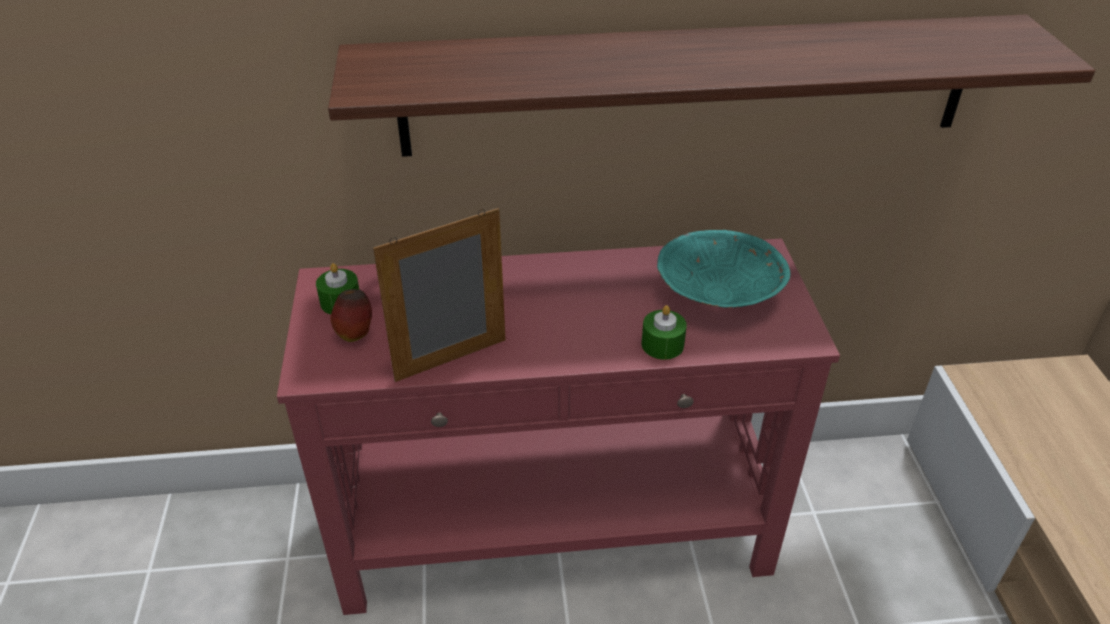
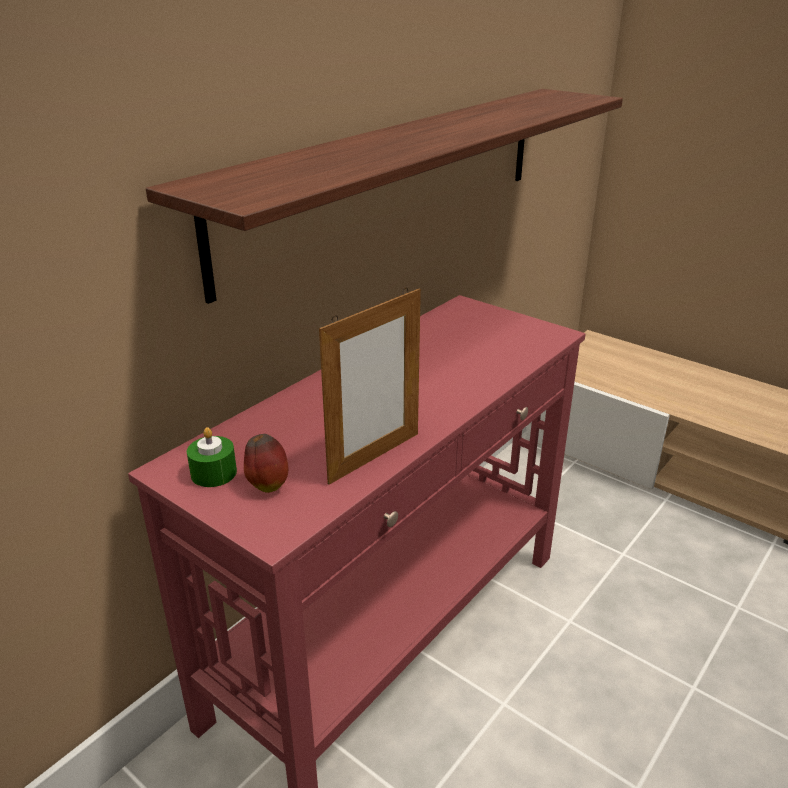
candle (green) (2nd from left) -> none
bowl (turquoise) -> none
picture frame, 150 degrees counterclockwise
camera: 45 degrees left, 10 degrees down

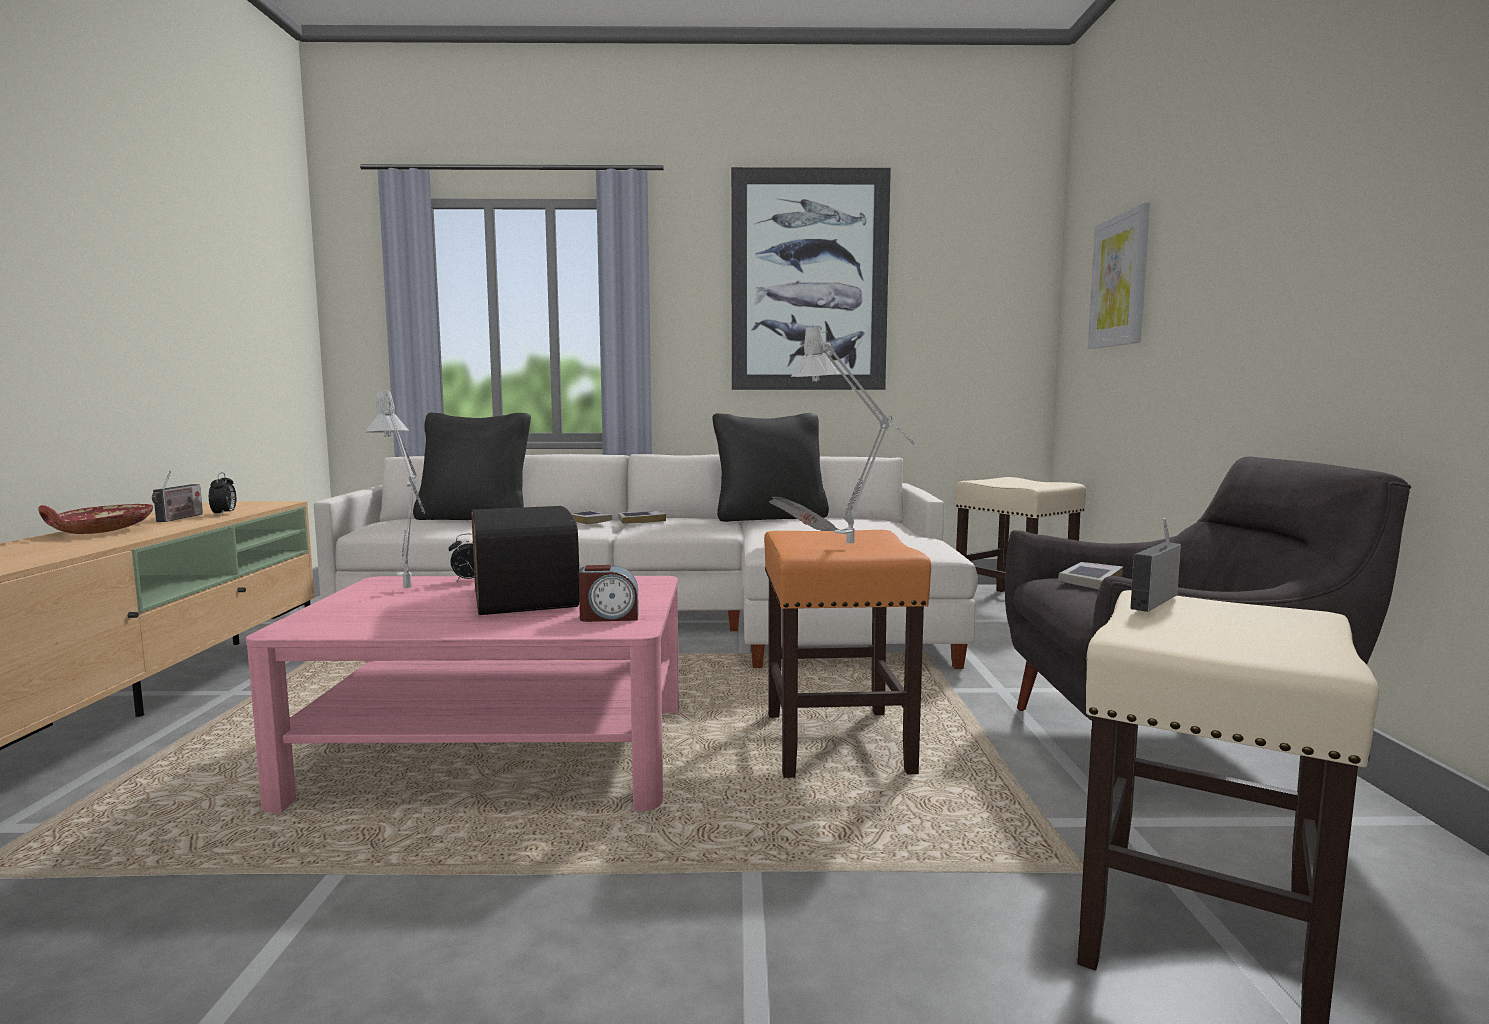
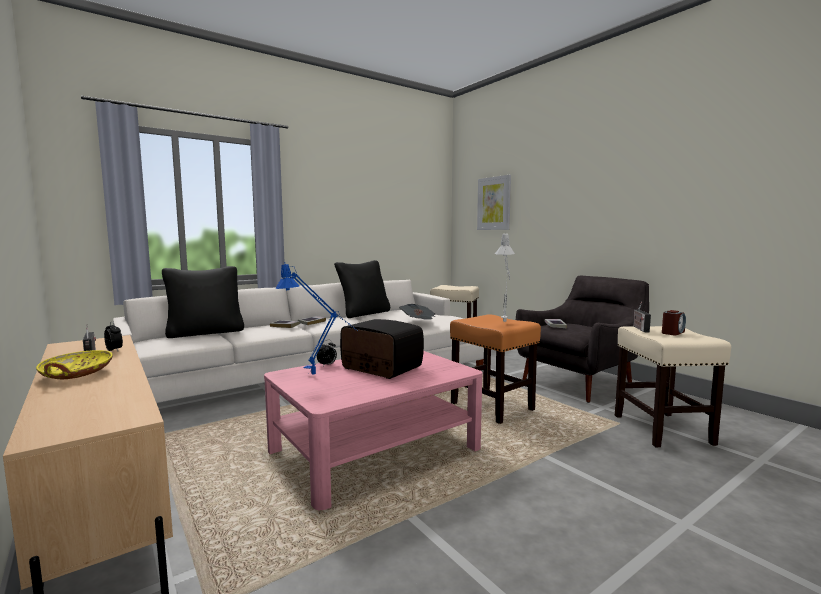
picture (1st from left) -> none
alarm clock (3rd from left), move
bowl (red) -> bowl (yellow)
table lamp (grey) (1st from left) -> table lamp (blue)
camera: 35 degrees left, 0 degrees up

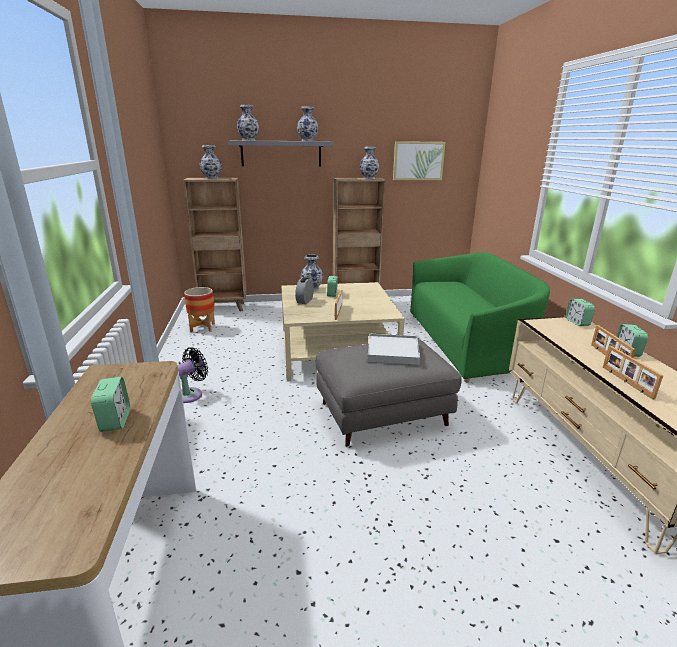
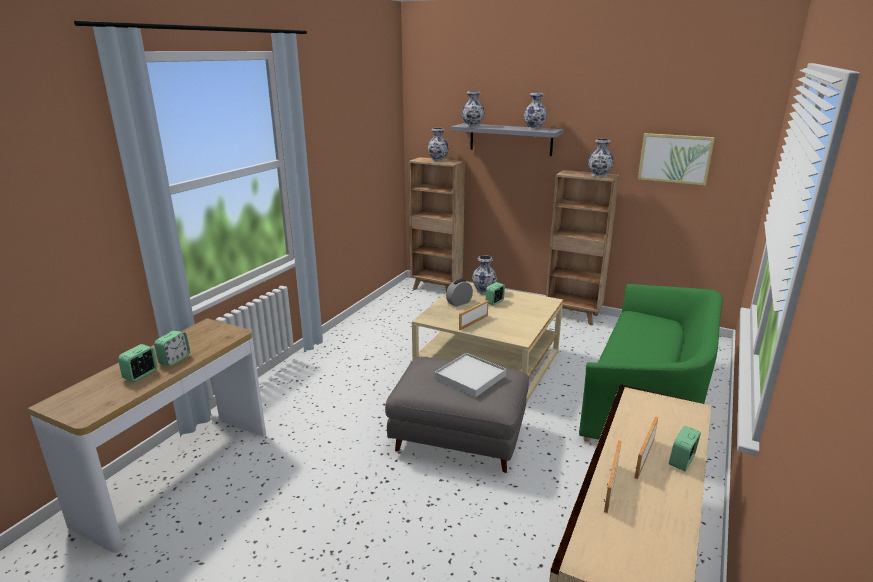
fan (black) -> none
planter -> none
alarm clock (4th from left in the first image) -> alarm clock (1st from left), move
camera: 35 degrees right, 0 degrees up

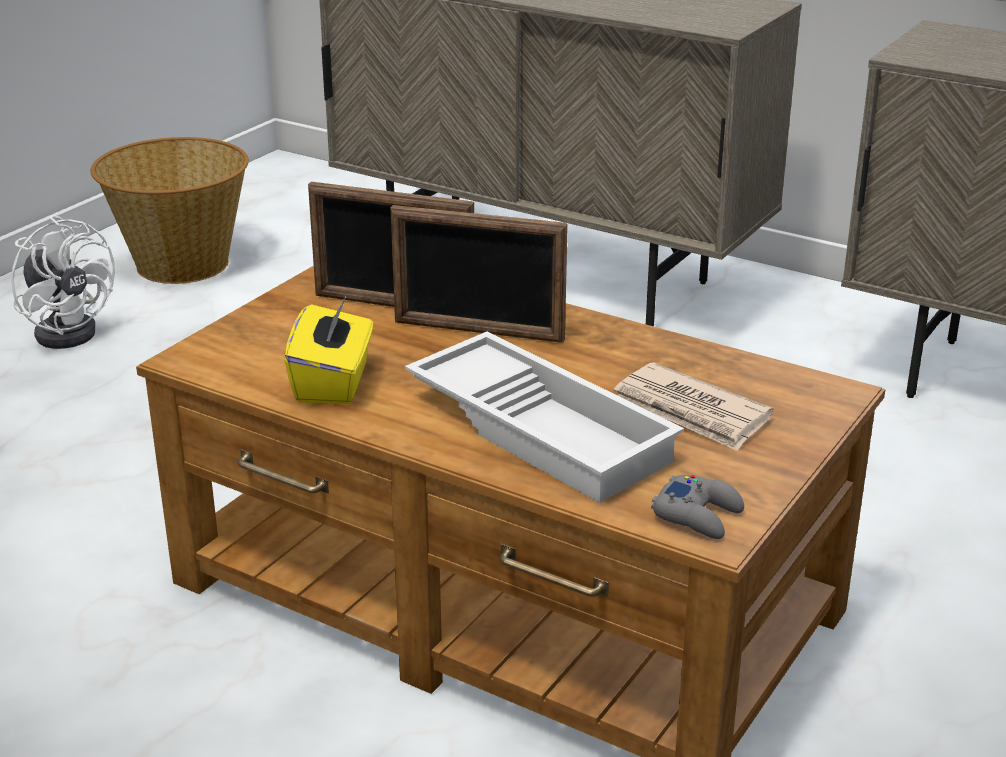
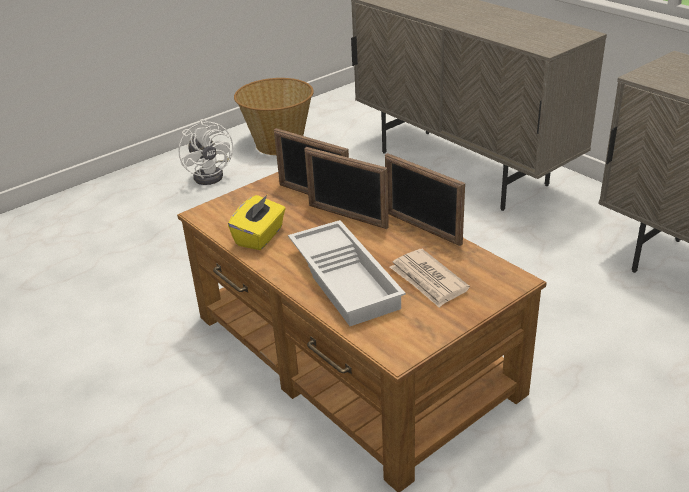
game controller (grey) -> none
none -> picture frame (3rd from left)
camera: 20 degrees right, 5 degrees up

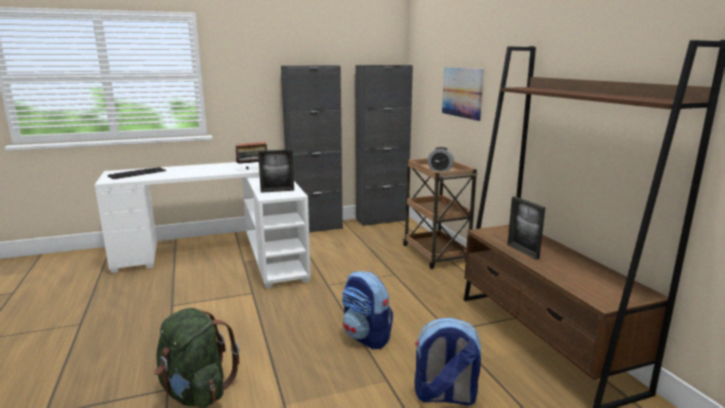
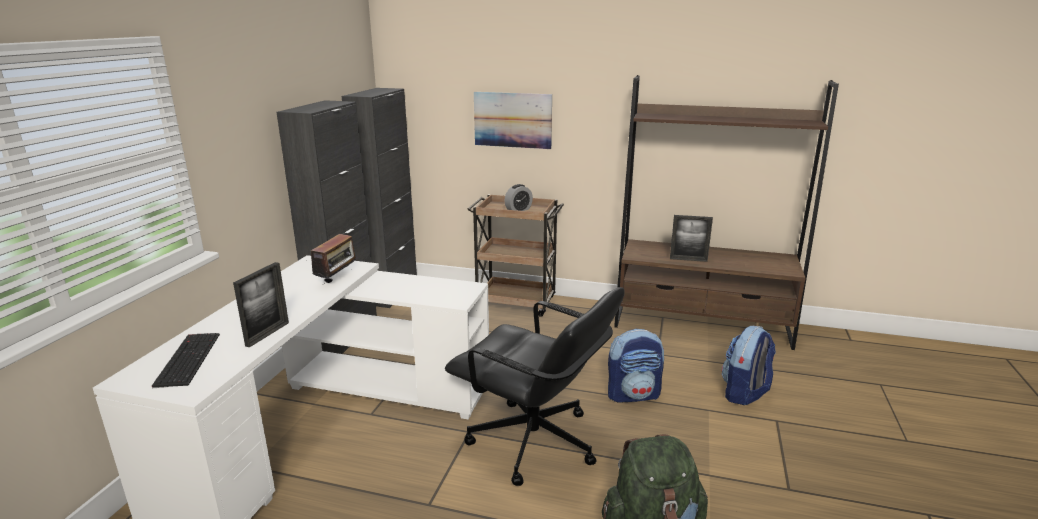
none -> office chair (black)
picture frame (1st from left), move
camera: 55 degrees left, 5 degrees up

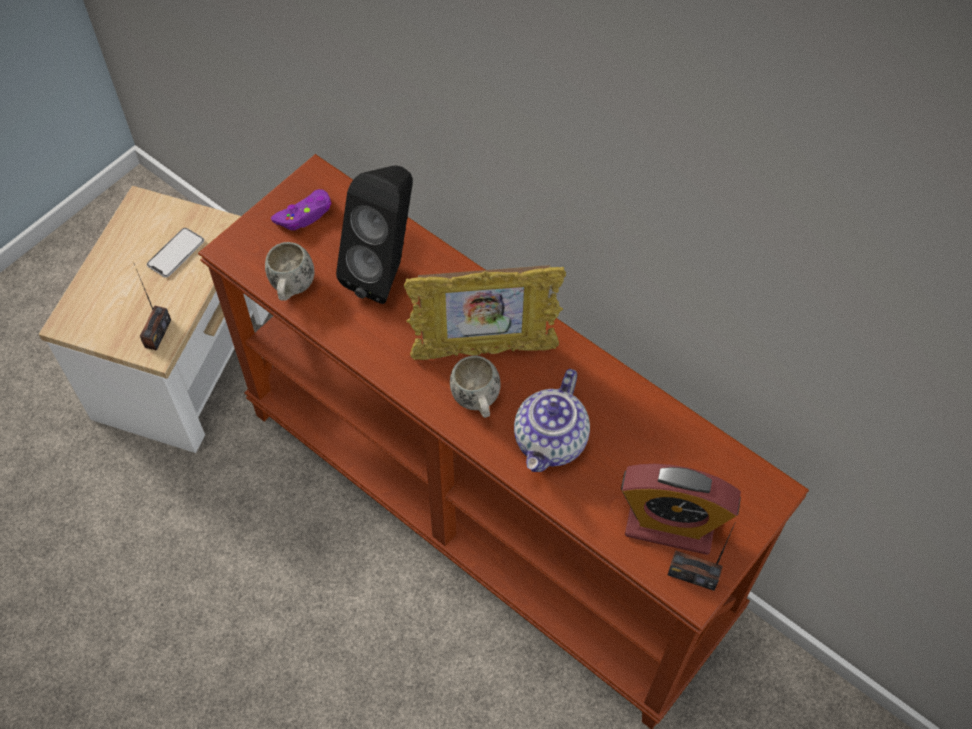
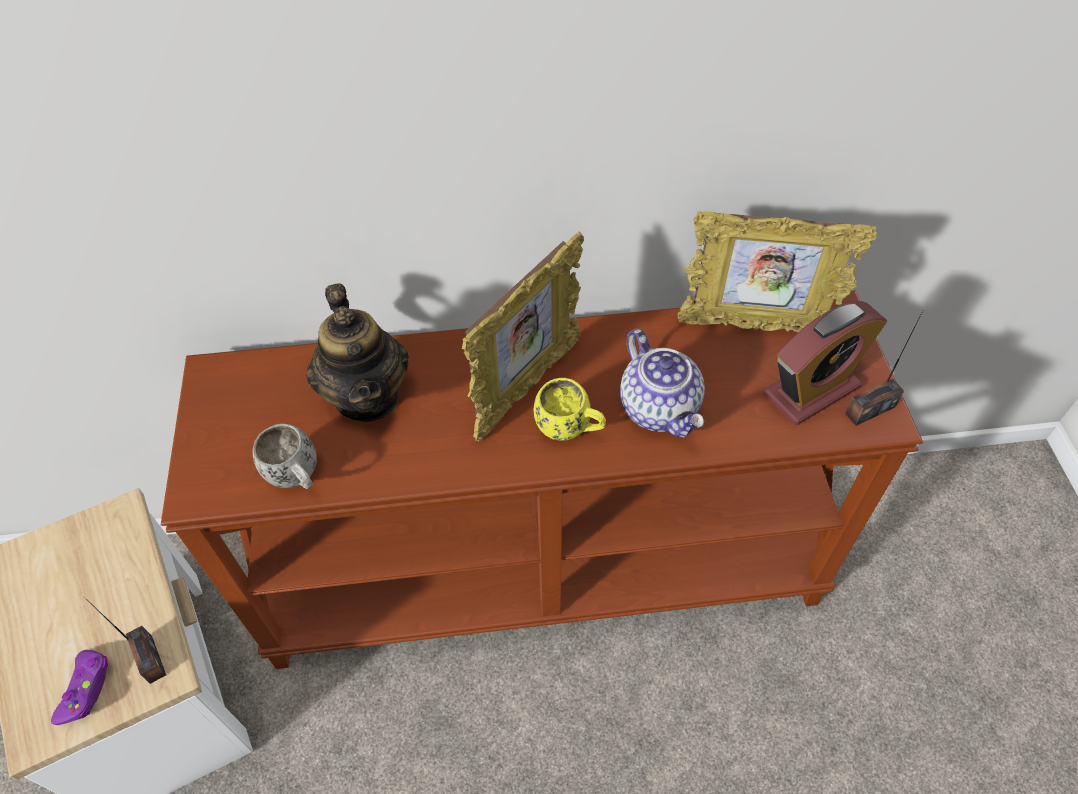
phone -> none
none -> picture frame (2nd from left)
game controller (purple), move
speaker (black) -> teapot (1st from left)
mug (white) (2nd from left) -> mug (yellow)
camera: 45 degrees left, 5 degrees down

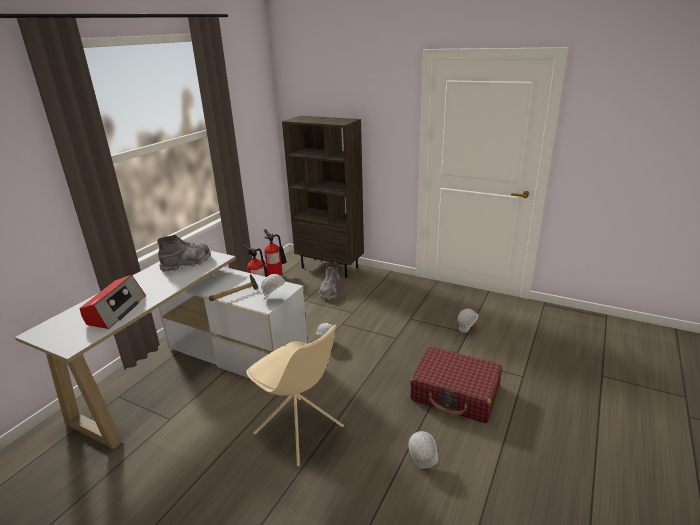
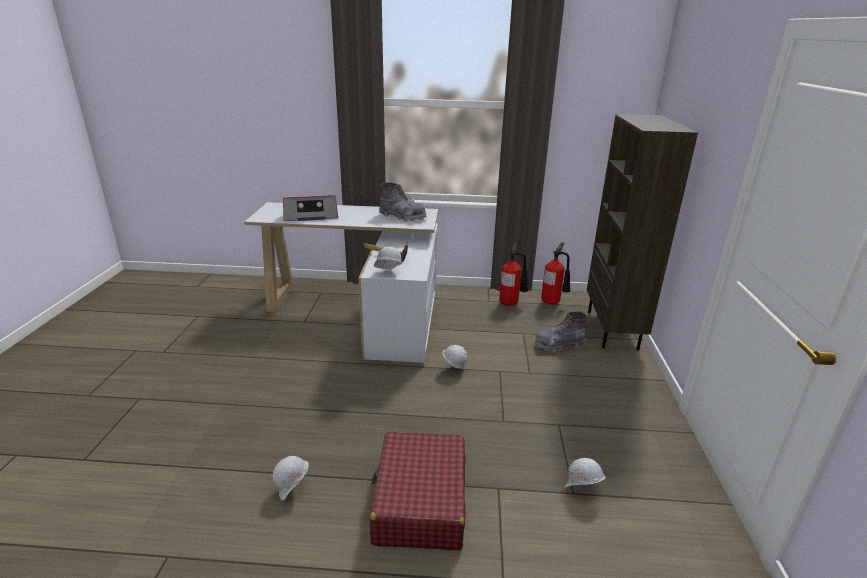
chair (beige) -> none
camera: 65 degrees right, 0 degrees up

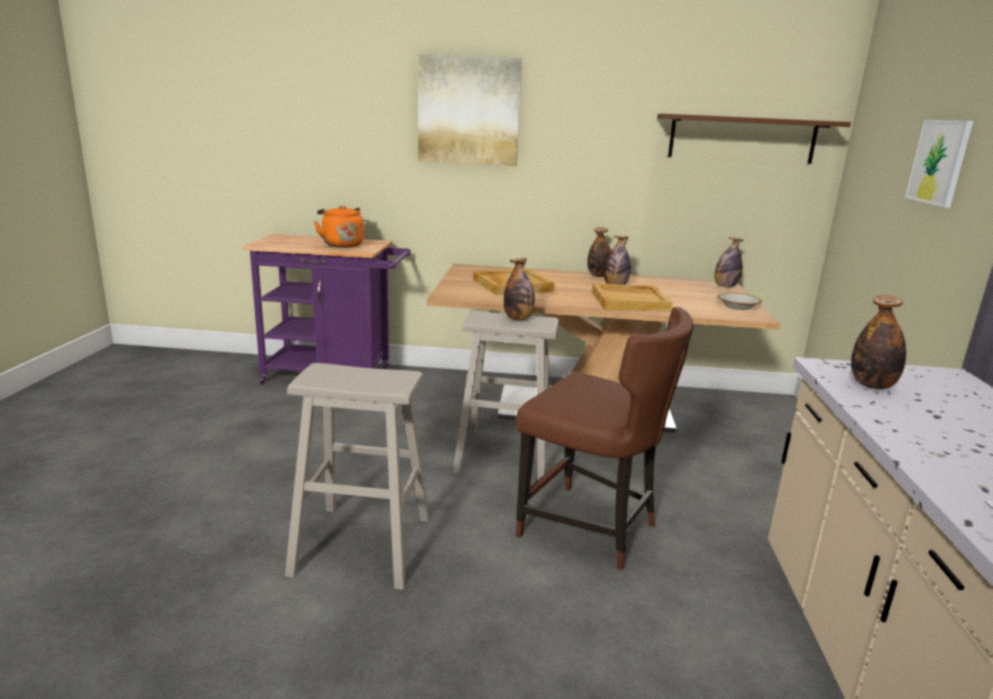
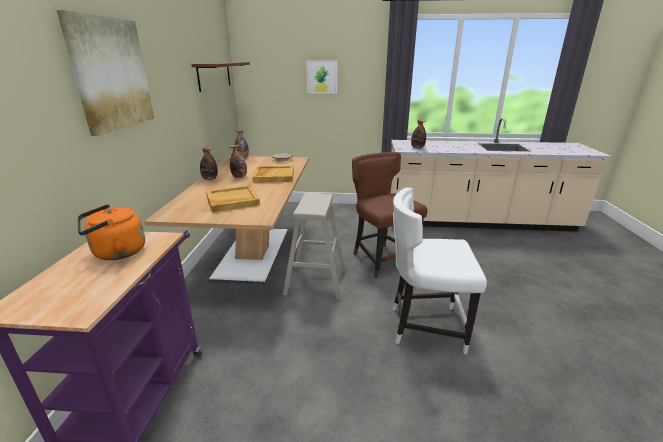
bottle (1st from left) -> none
stool (beige) (1st from left) -> chair (white)
chair (brown), 60 degrees counterclockwise
camera: 90 degrees left, 5 degrees up

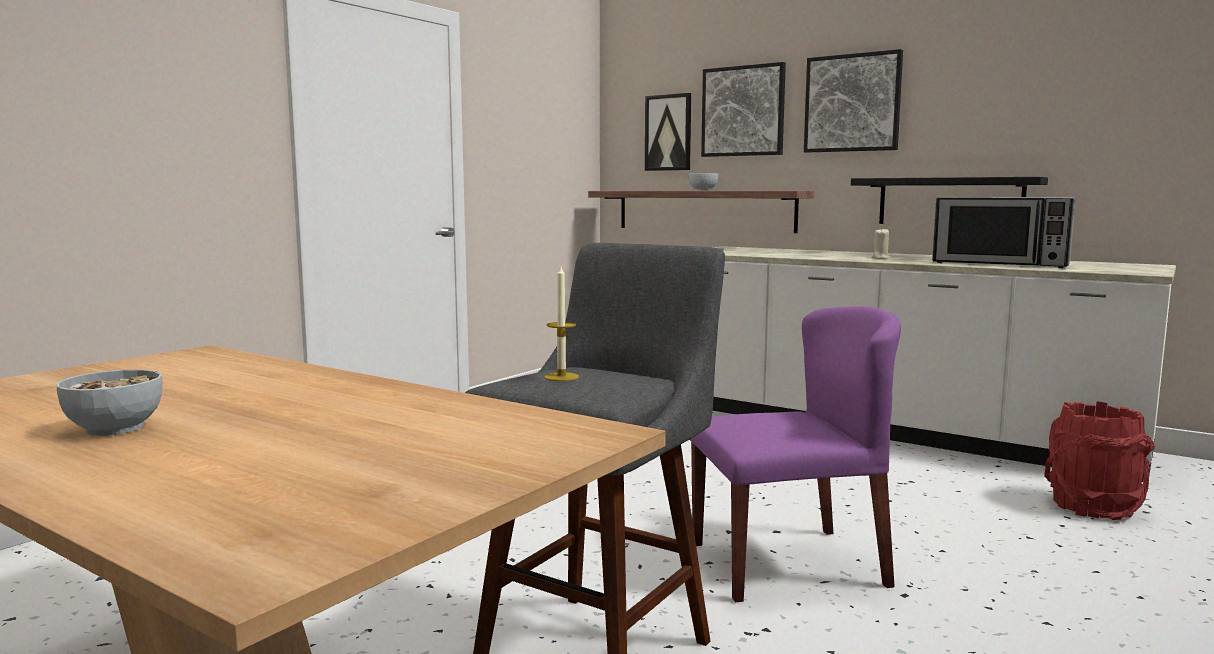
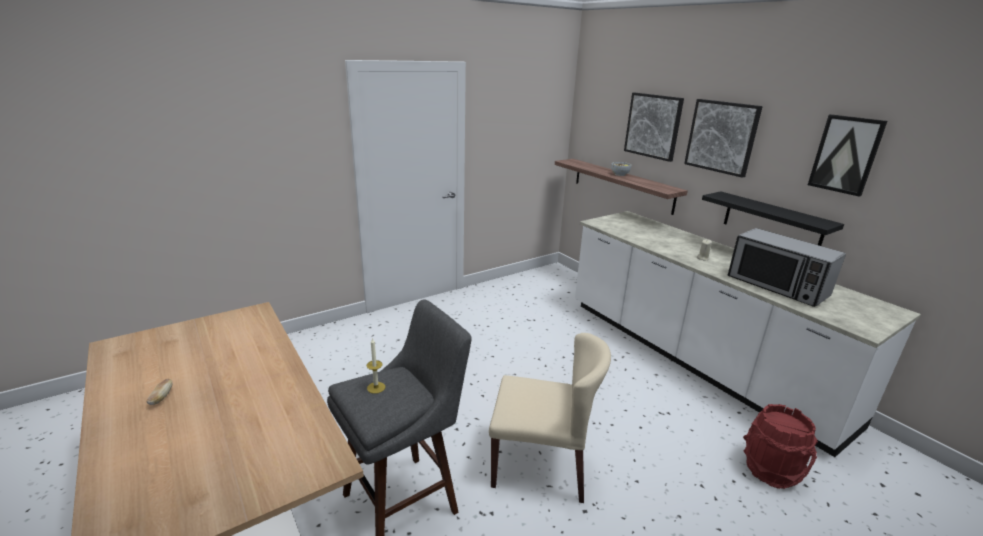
picture (1st from left in the first image) -> picture (3rd from left), move
bowl (1st from left) -> bread
chair (purple) -> chair (beige)
camera: 20 degrees right, 15 degrees up

